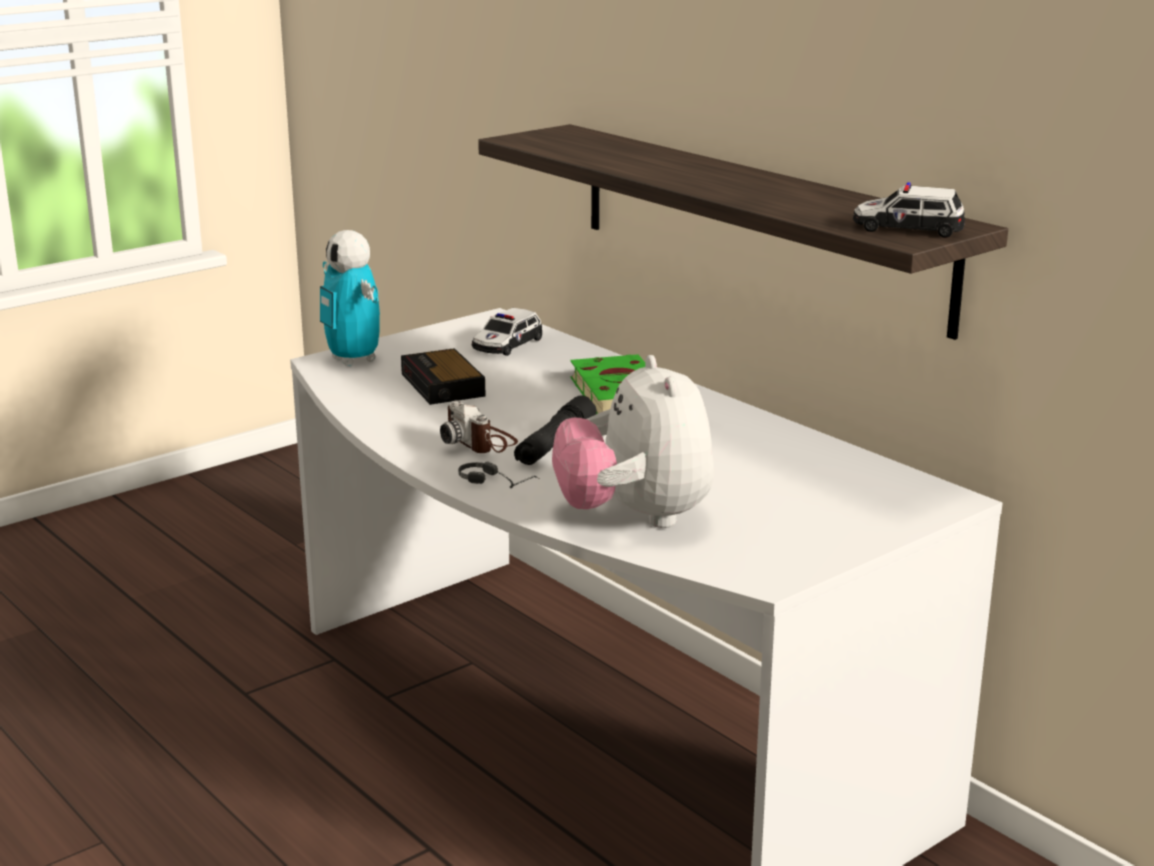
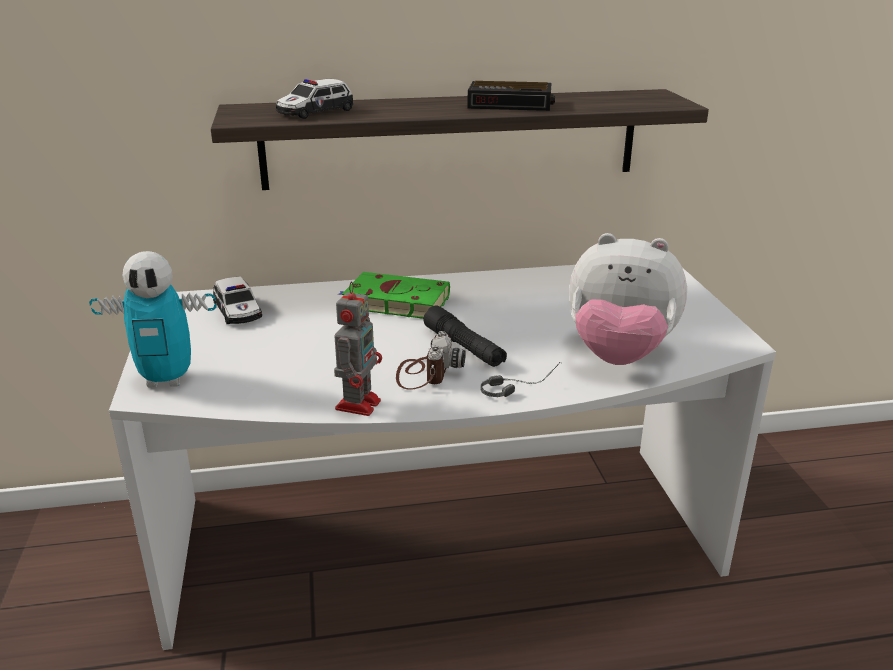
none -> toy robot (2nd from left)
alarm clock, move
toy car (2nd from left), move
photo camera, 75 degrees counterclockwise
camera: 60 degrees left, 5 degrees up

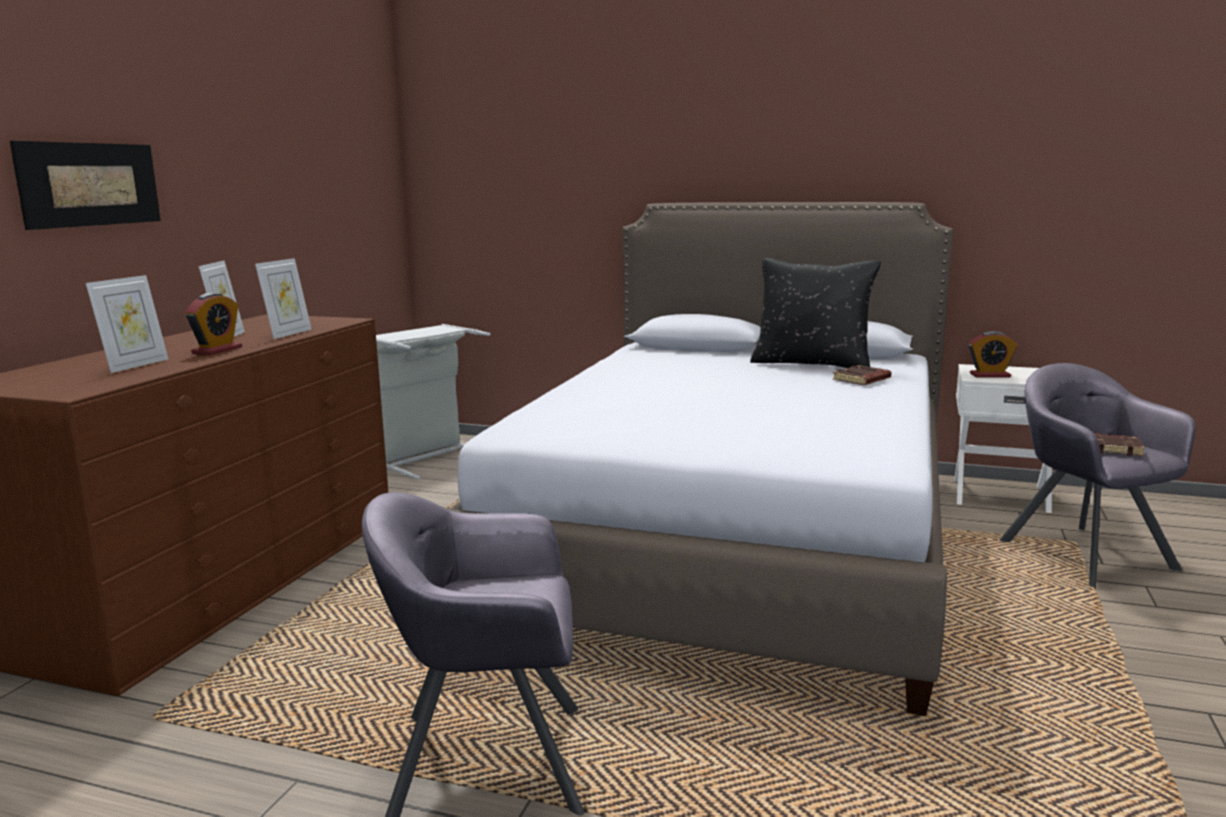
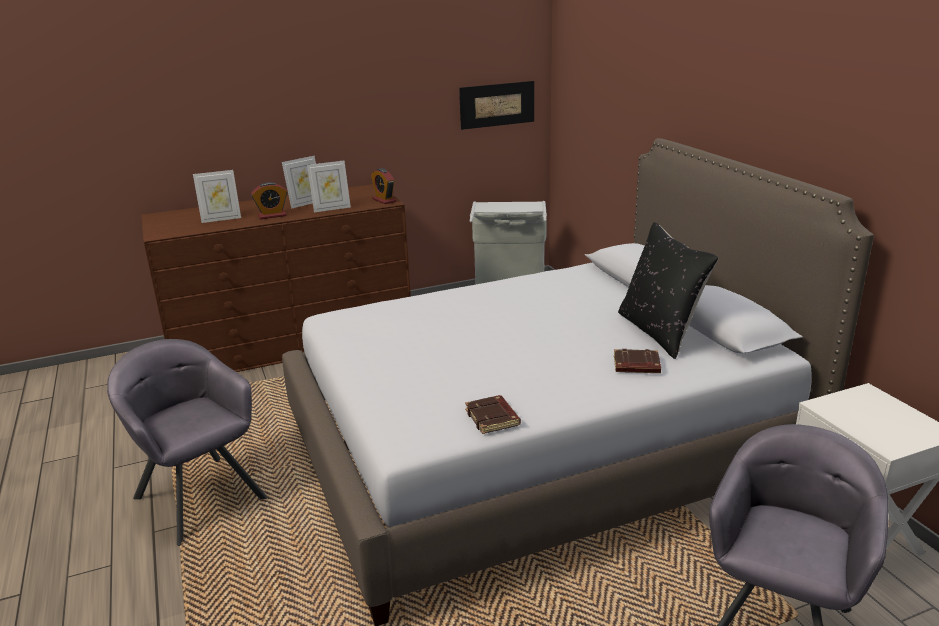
picture, move
alarm clock (2nd from left), move
book (brown) (2nd from left in the first image) -> book (brown) (1st from left), move
camera: 50 degrees right, 10 degrees up

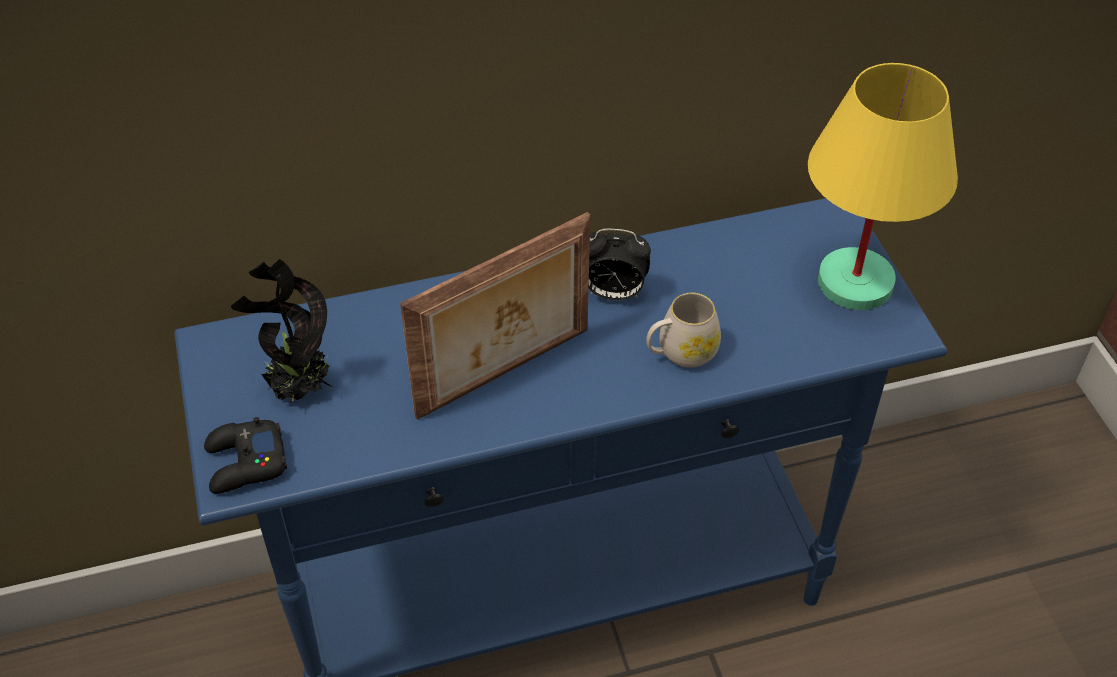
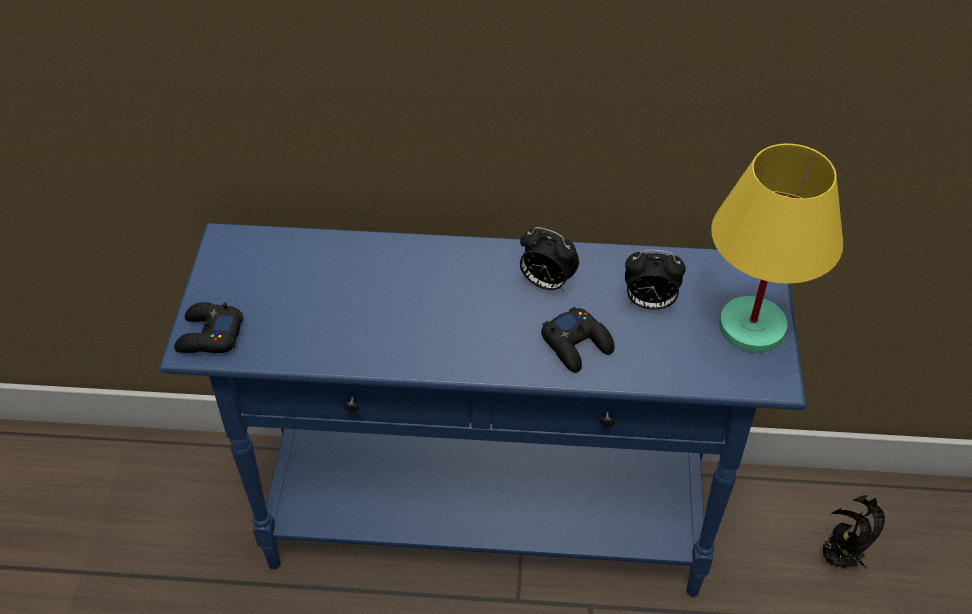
picture frame -> none
none -> alarm clock (2nd from left)
potted plant, move
mug (white) -> game controller (black) (2nd from left)
camera: 20 degrees right, 0 degrees up

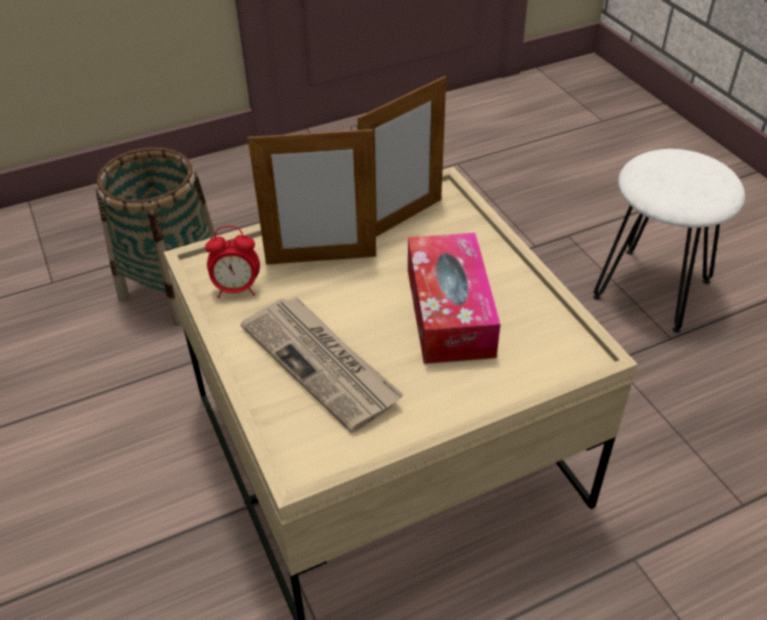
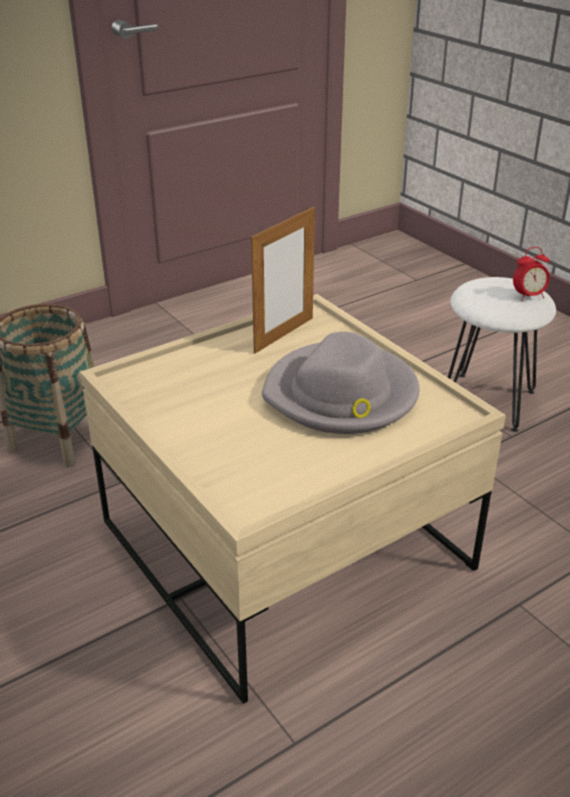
newspaper -> none
picture frame (1st from left) -> none
alarm clock, move
tissue box -> hat (grey)
camera: 10 degrees left, 10 degrees down

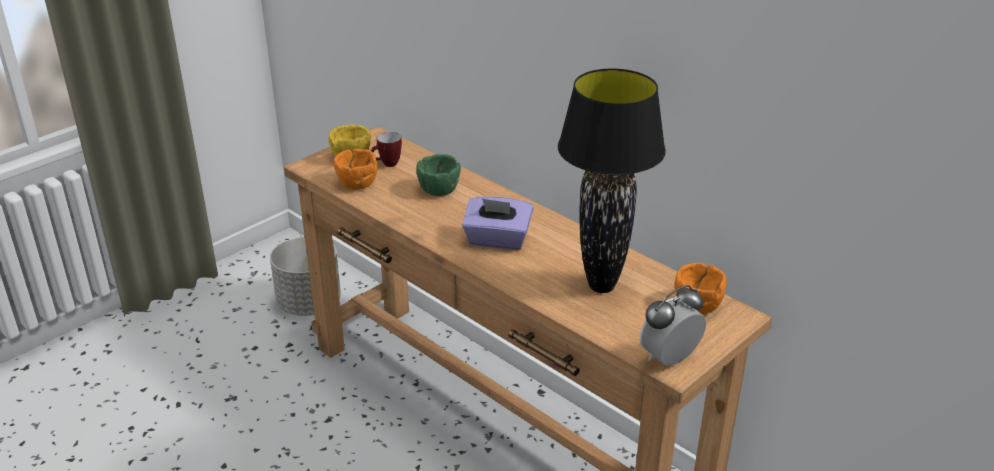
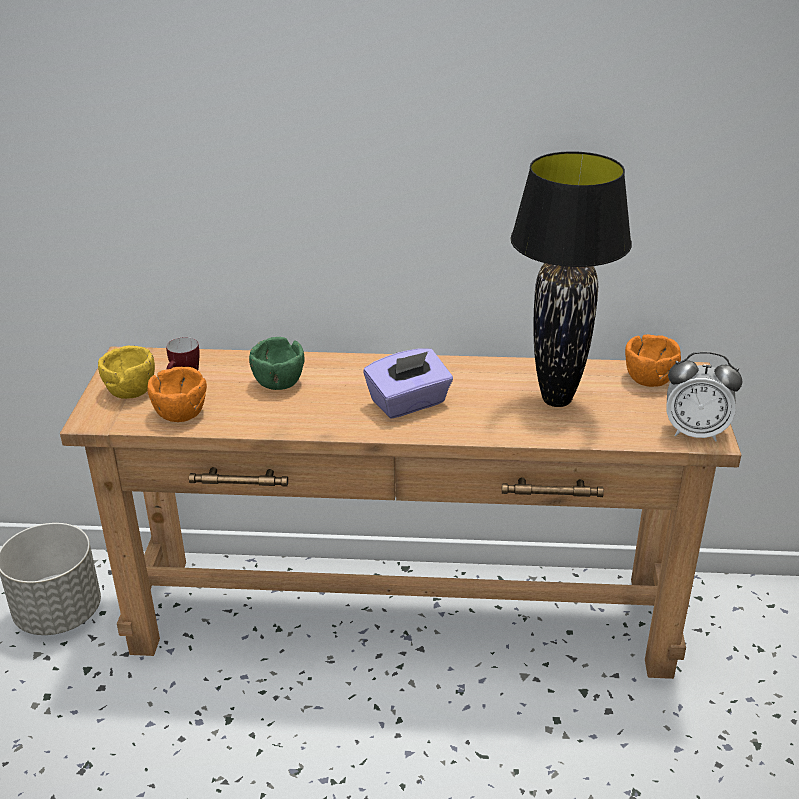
alarm clock, 90 degrees counterclockwise
camera: 40 degrees left, 0 degrees up

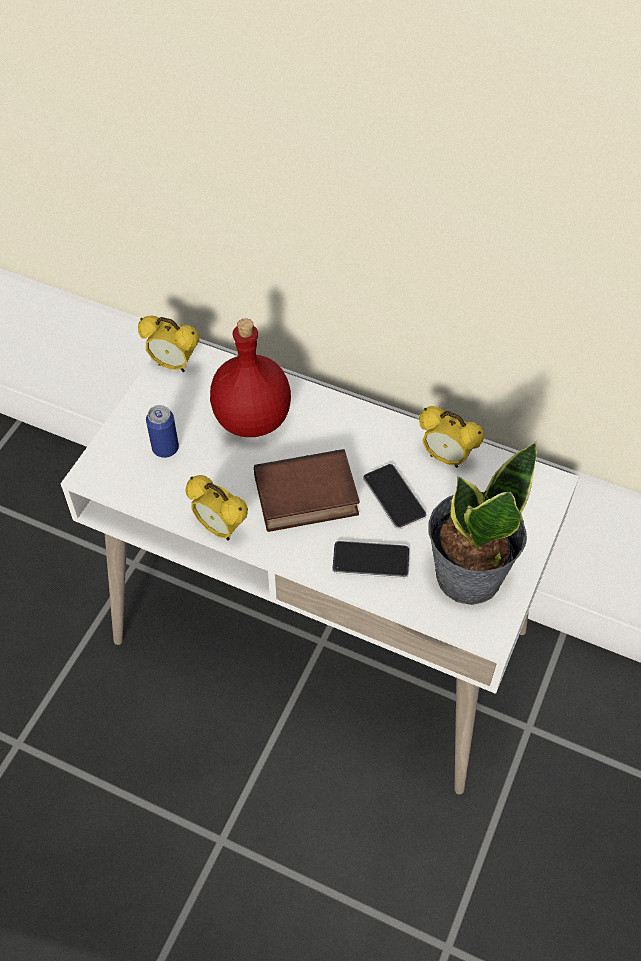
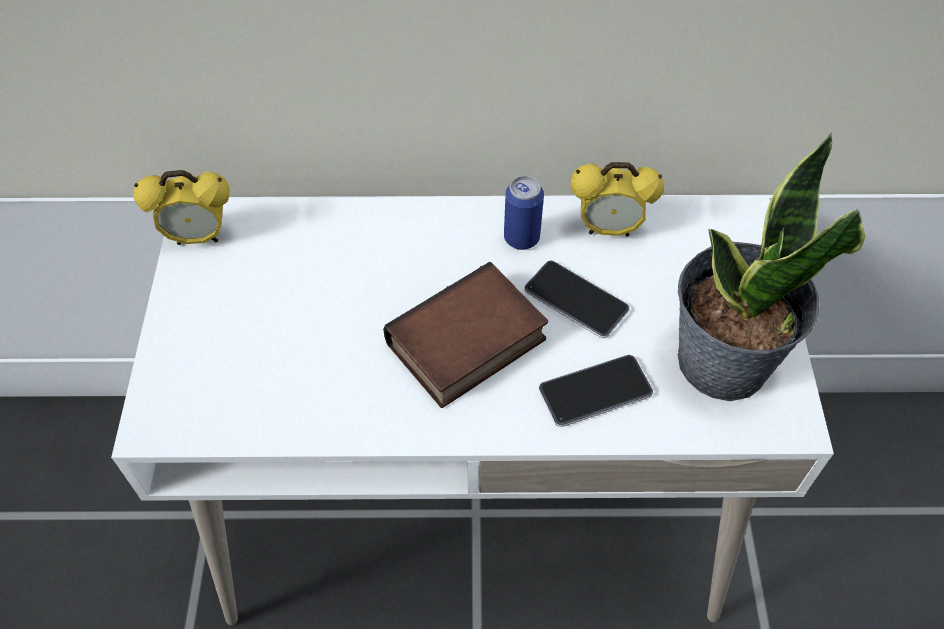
alarm clock (2nd from left) -> none
bottle (red) -> none
can, move
camera: 25 degrees left, 0 degrees up

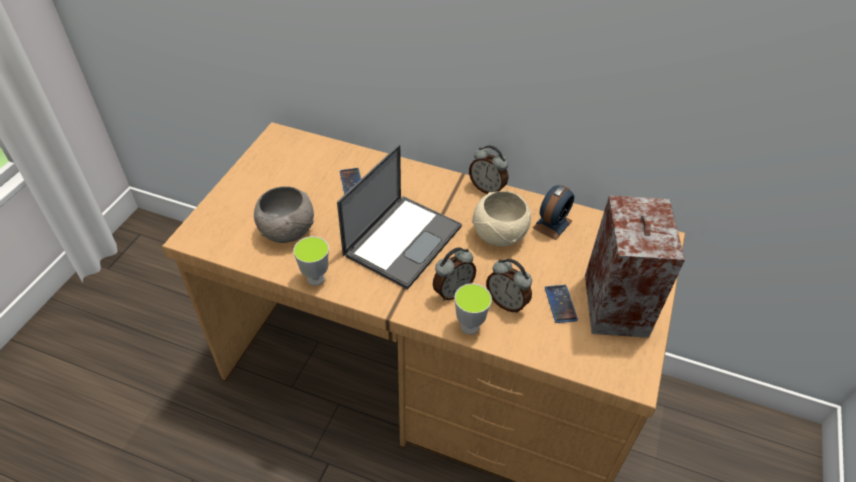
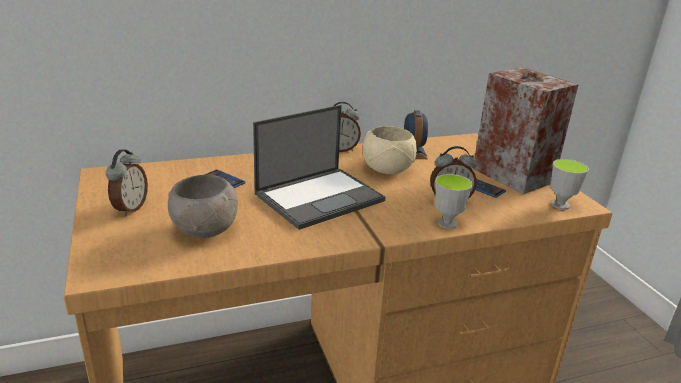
cup (1st from left in the first image) -> cup (2nd from left), move
alarm clock (1st from left), move
laptop, 60 degrees clockwise
camera: 40 degrees left, 20 degrees down

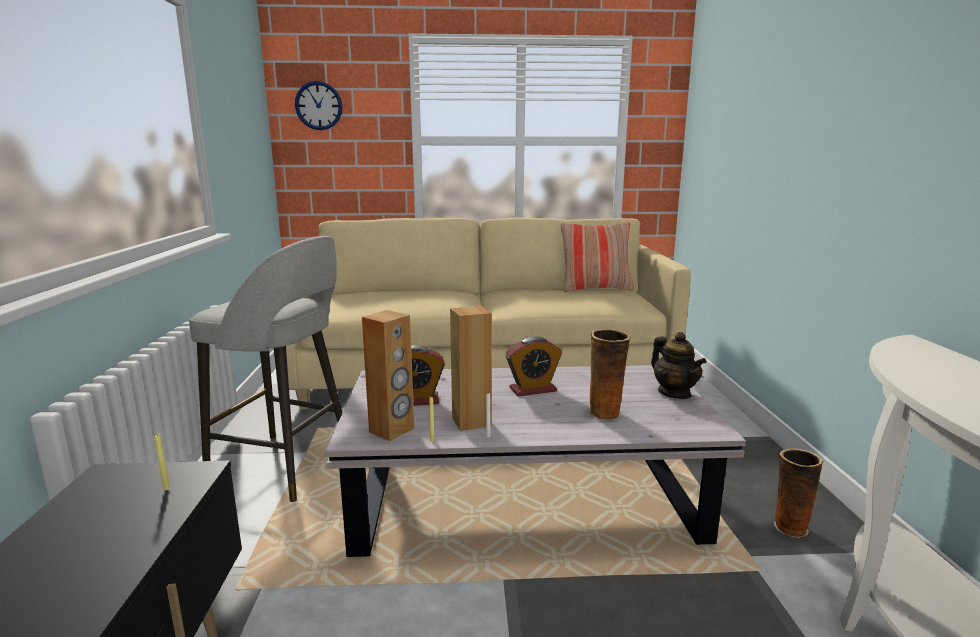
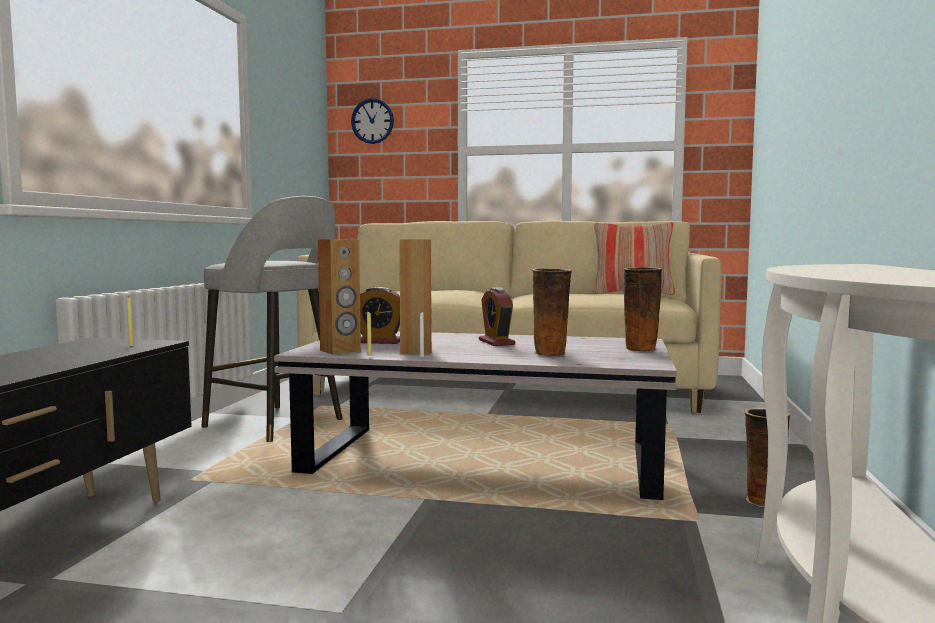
teapot -> vase (2nd from left)
alarm clock (2nd from left), 75 degrees clockwise
camera: 15 degrees right, 10 degrees down

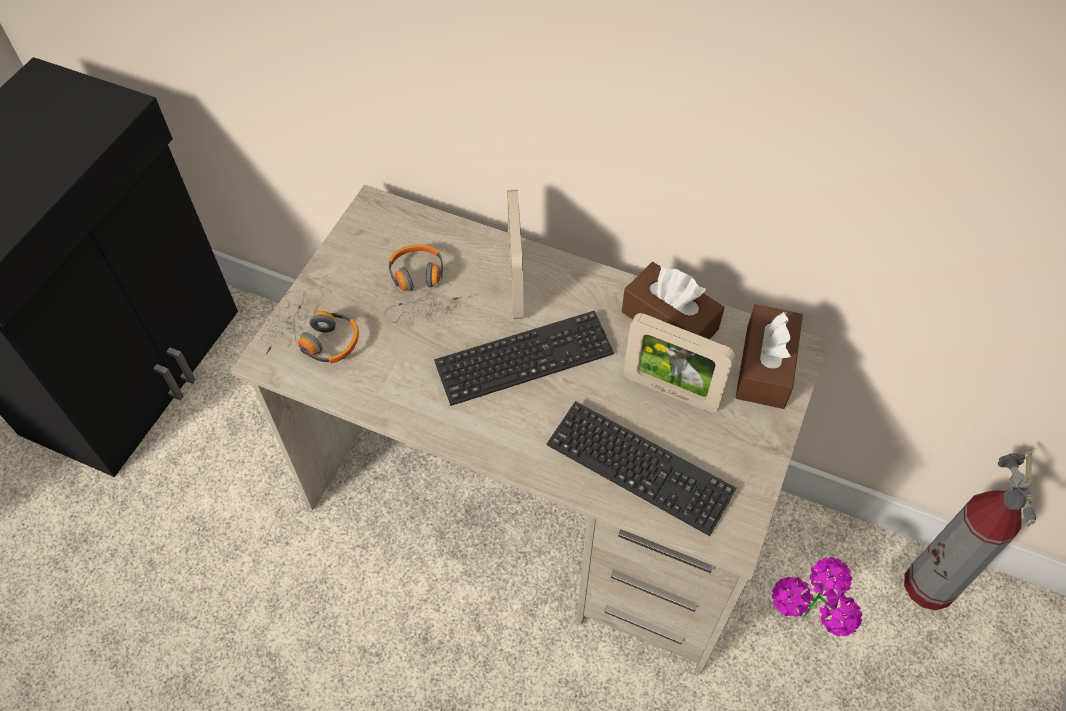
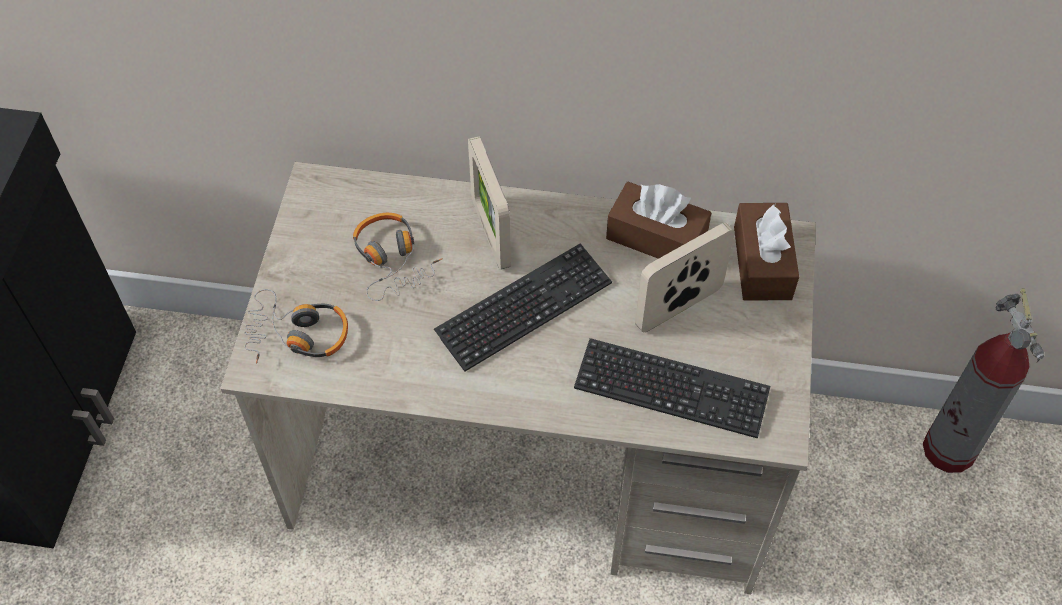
potted plant -> none
picture frame (2nd from left), 135 degrees clockwise
camera: 15 degrees left, 0 degrees up

